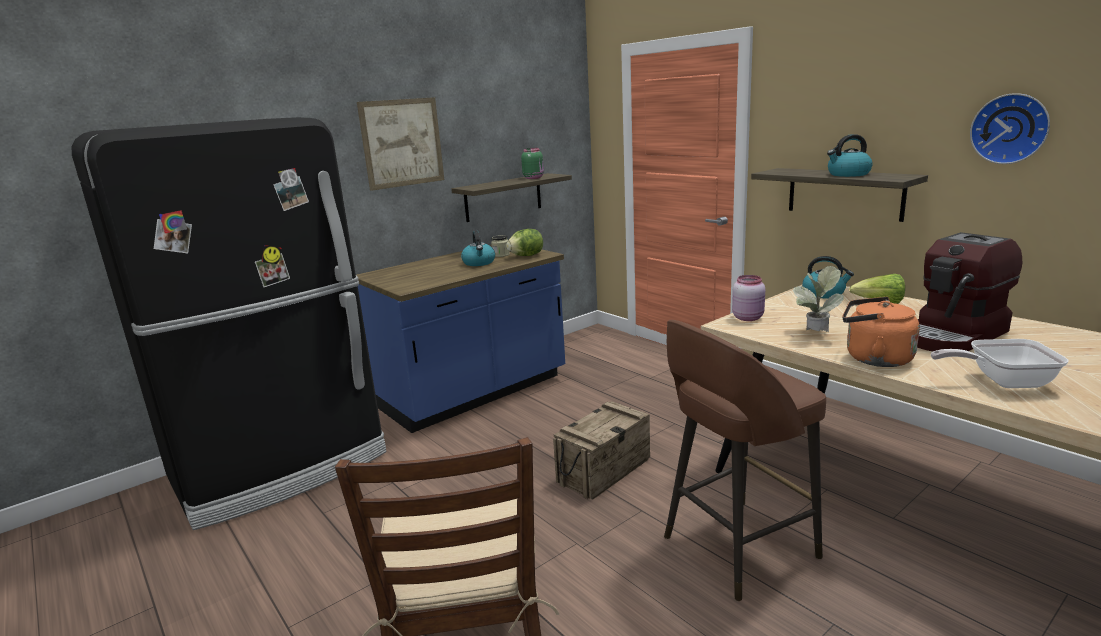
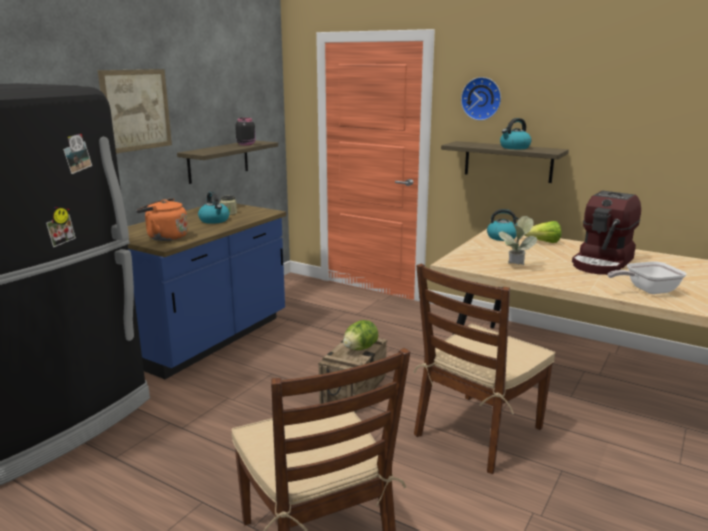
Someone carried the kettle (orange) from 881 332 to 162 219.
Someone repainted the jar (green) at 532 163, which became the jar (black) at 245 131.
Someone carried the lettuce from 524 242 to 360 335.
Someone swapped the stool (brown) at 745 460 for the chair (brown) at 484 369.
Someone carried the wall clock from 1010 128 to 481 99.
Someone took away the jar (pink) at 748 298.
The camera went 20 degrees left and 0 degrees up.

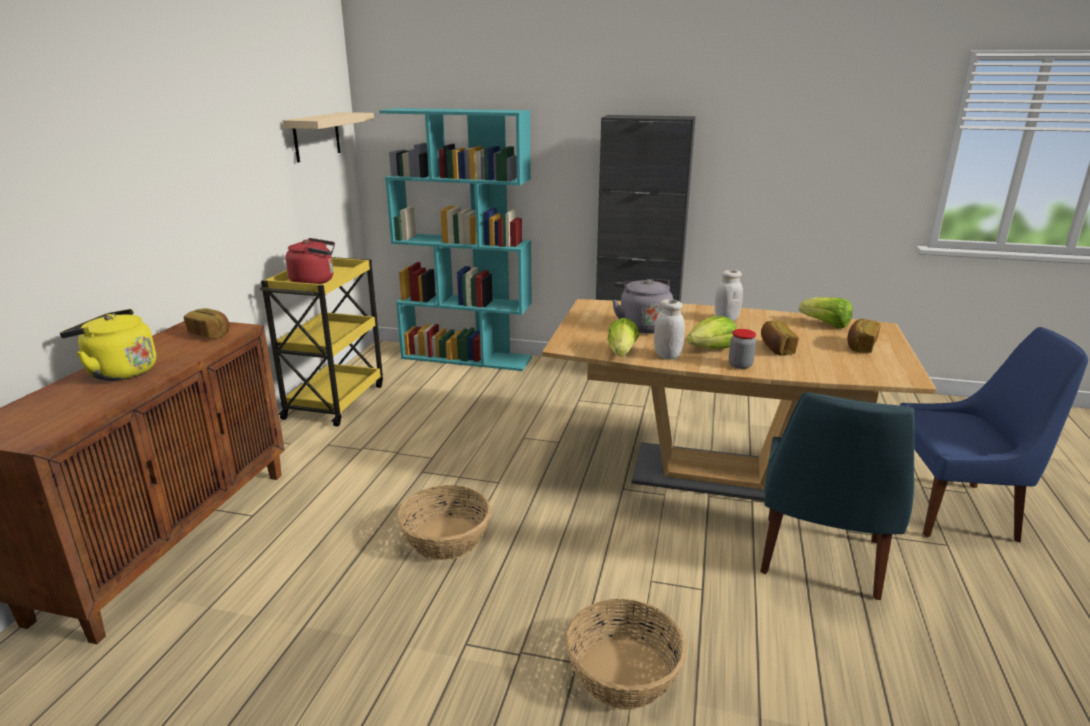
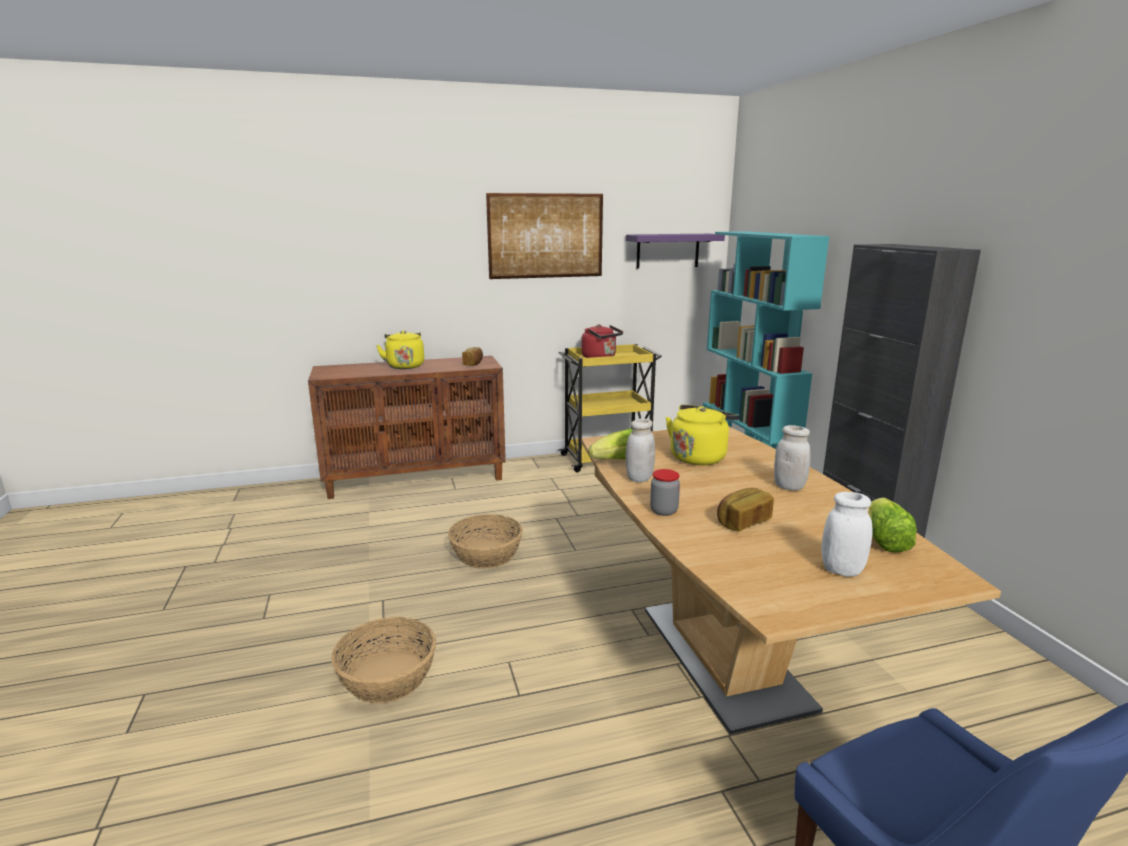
Someone put up the picture at 544 236.
Someone repainted the shelf (beige) at 328 137, which became the shelf (purple) at 675 251.
Someone repainted the kettle (grey) at 642 306, which became the kettle (yellow) at 702 435.
Someone swapped the bread at 864 336 for the jar (white) at 846 534.
Someone took away the lettuce at 712 332.
Someone took away the chair (blue) at 837 496.
The camera went 60 degrees right and 5 degrees down.

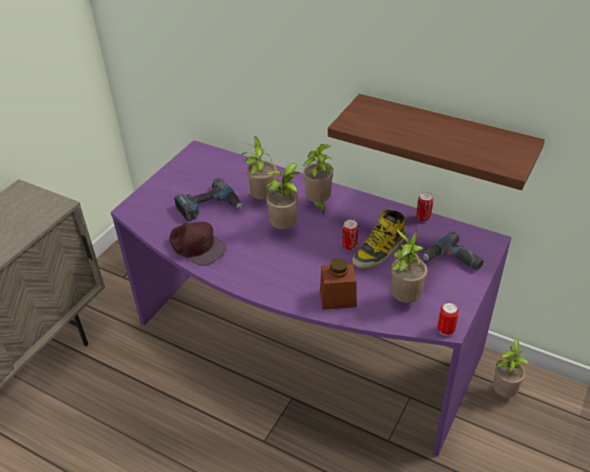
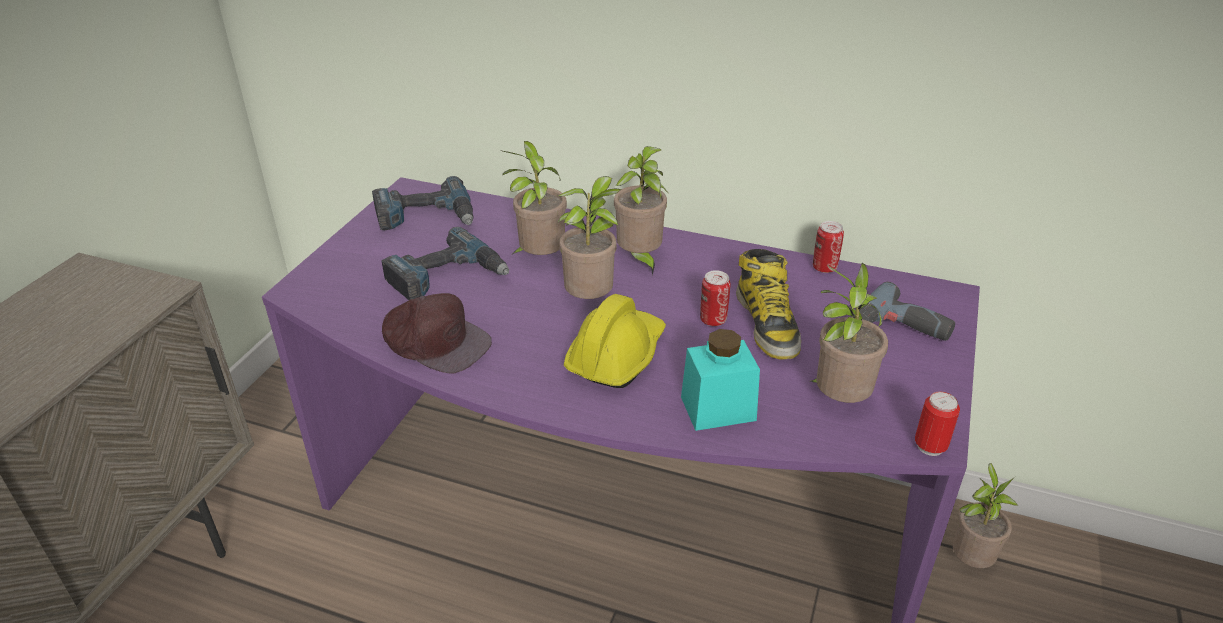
Someone put down the power drill at 423 203.
Someone put down the hard hat (yellow) at 615 341.
Someone repainted the jar (brown) at 338 284, which became the jar (turquoise) at 720 380.
Someone rotated the boot at 378 239 by 45 degrees counterclockwise.
Someone took away the shelf at 436 142.
The camera went 10 degrees left and 5 degrees down.

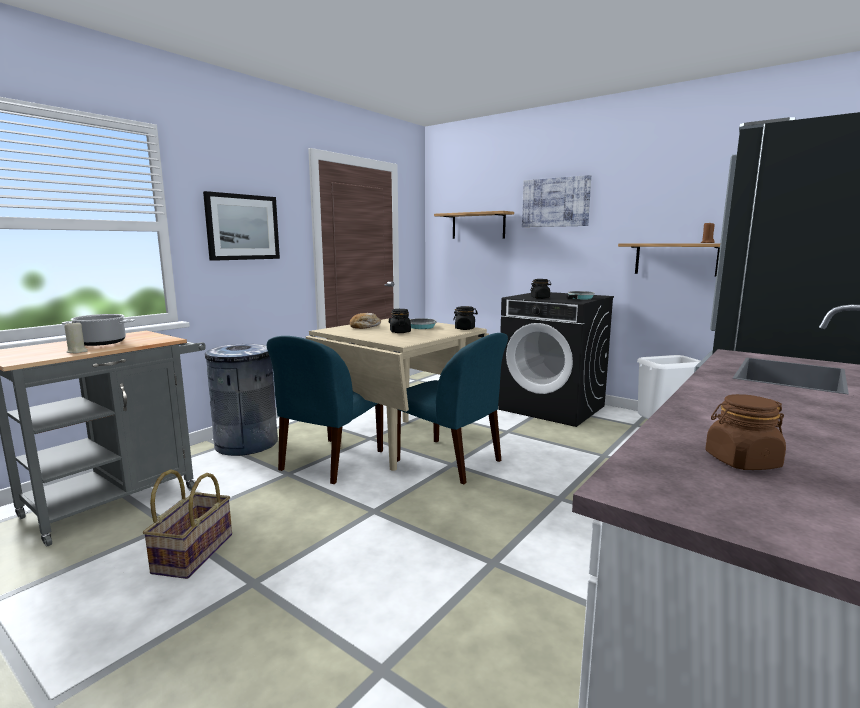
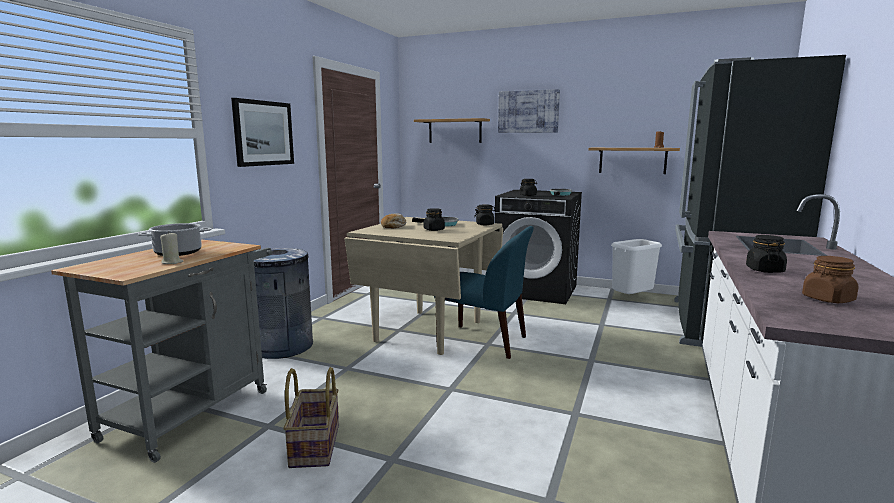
Someone put down the jar (black) at 766 254.
Someone took away the chair (blue) at 325 410.
The camera went 15 degrees left and 0 degrees up.

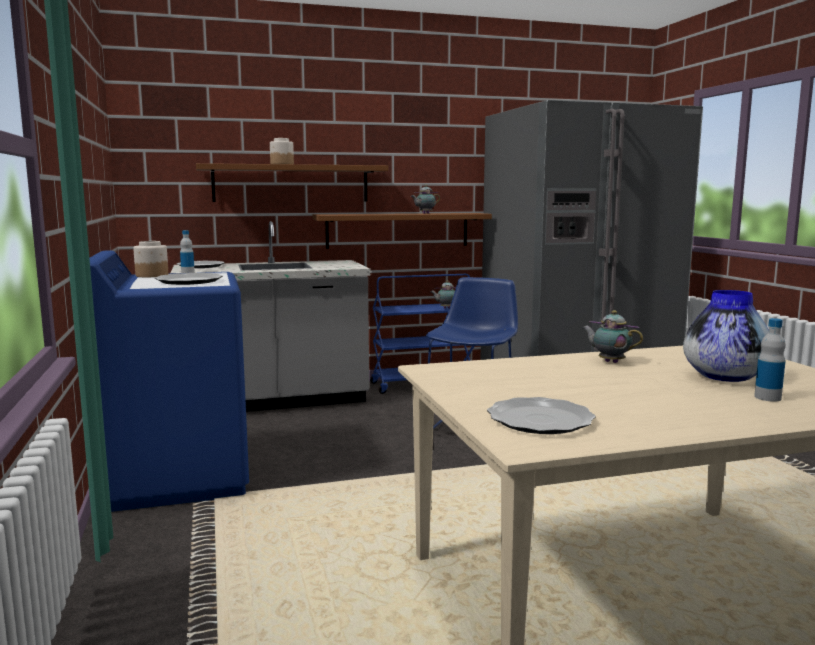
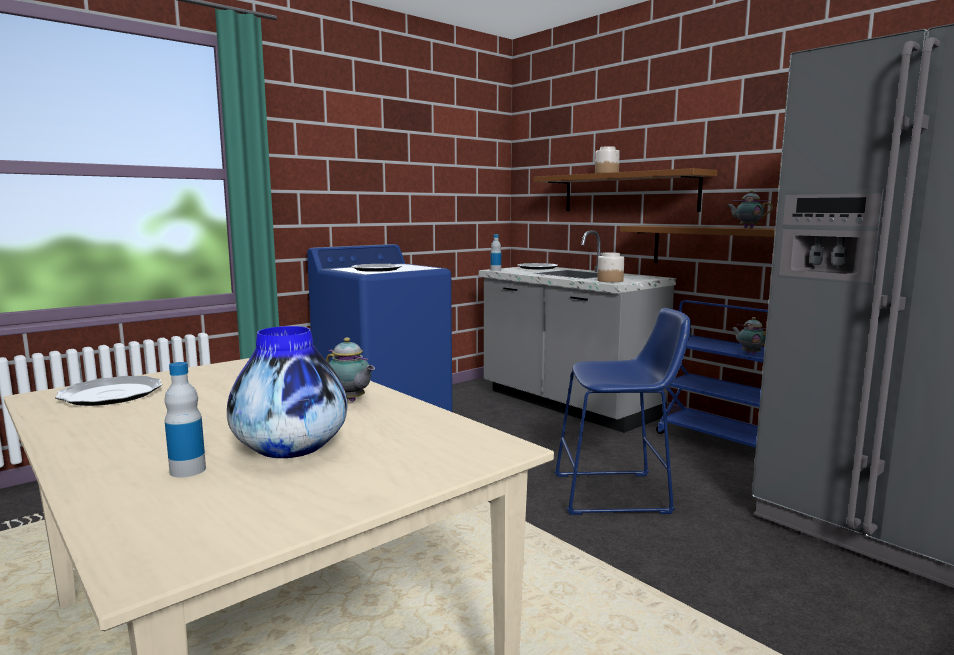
Someone rotated the teapot at 612 336 by 120 degrees clockwise.
Someone carried the jar from 150 259 to 610 267.
The camera went 65 degrees right and 0 degrees up.

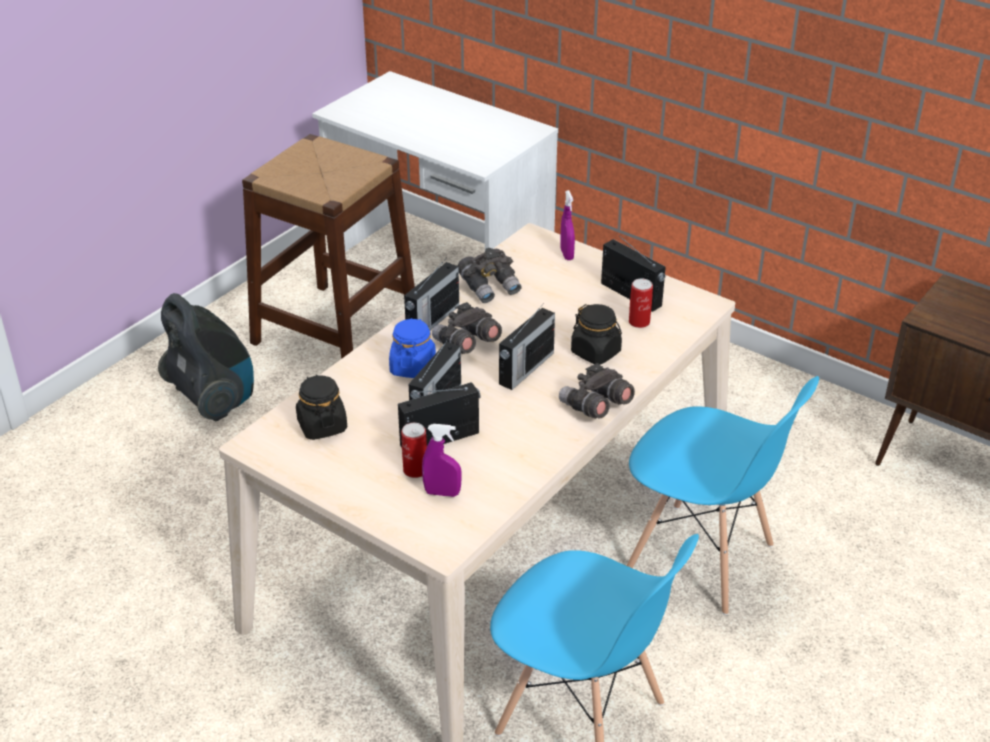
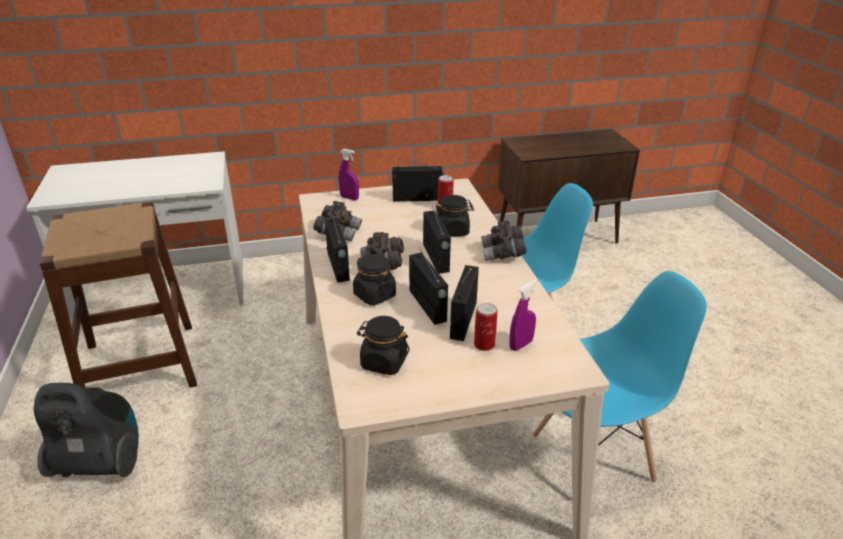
Someone repainted the jar (blue) at 412 348, which became the jar (black) at 374 279.
The camera went 50 degrees left and 5 degrees down.

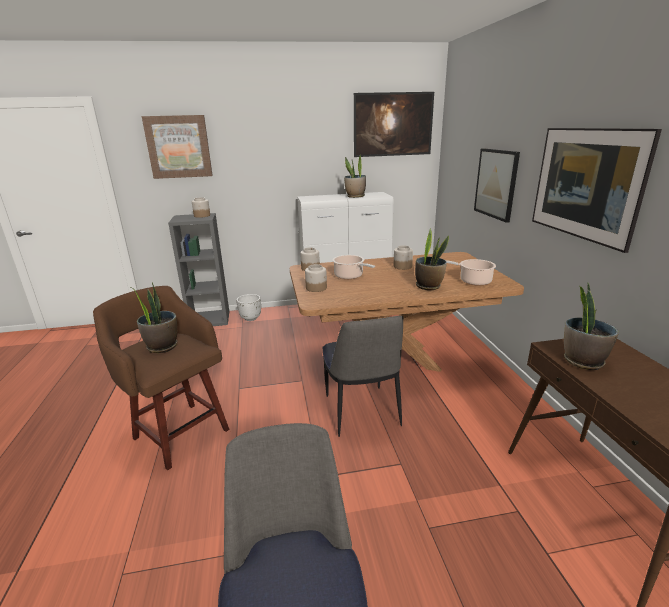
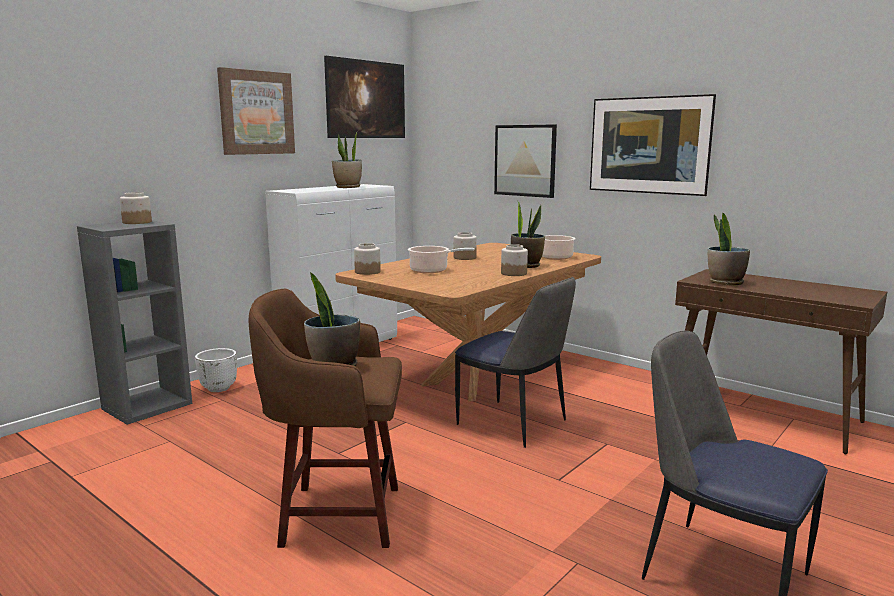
Someone carried the picture from 177 147 to 256 111.
Someone carried the jar from 316 278 to 514 260.
The camera went 40 degrees left and 10 degrees down.

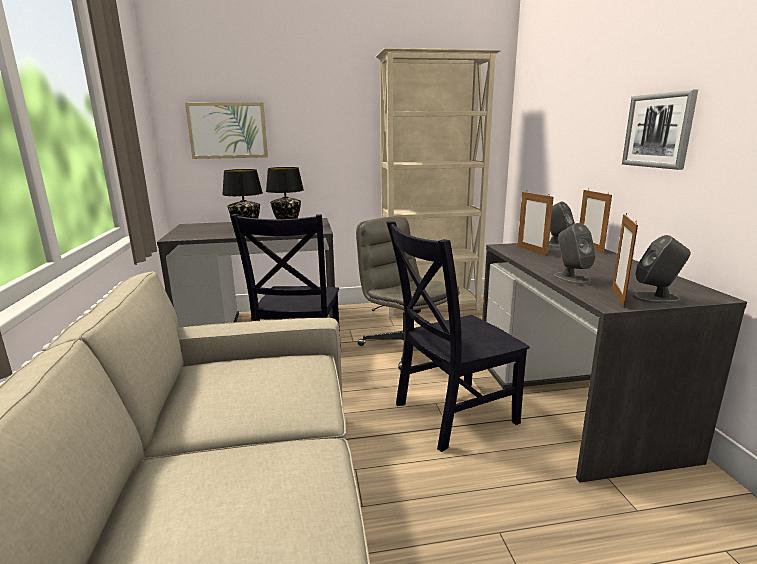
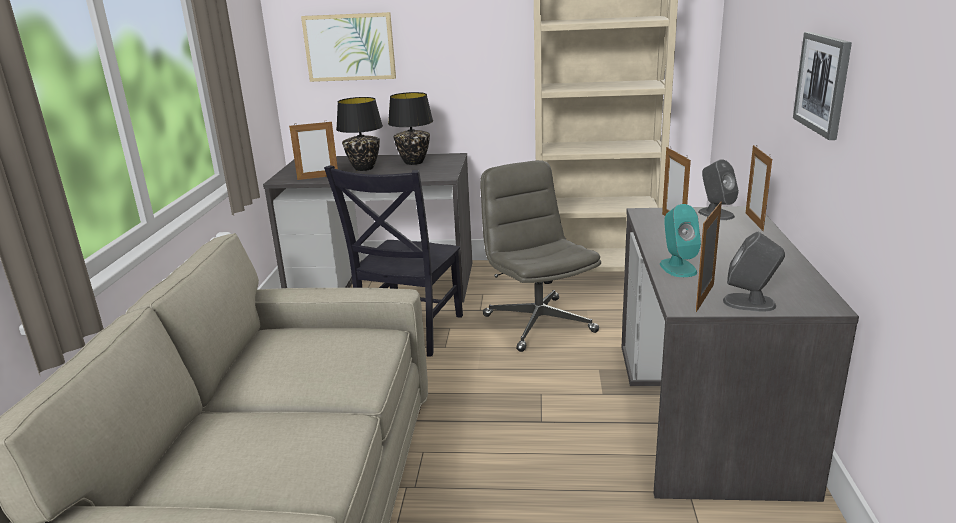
Someone put down the picture frame at 313 150.
Someone repainted the speaker (grey) at 574 254, which became the speaker (turquoise) at 680 240.
Someone took away the chair (black) at 457 336.
The camera went 15 degrees right and 5 degrees up.

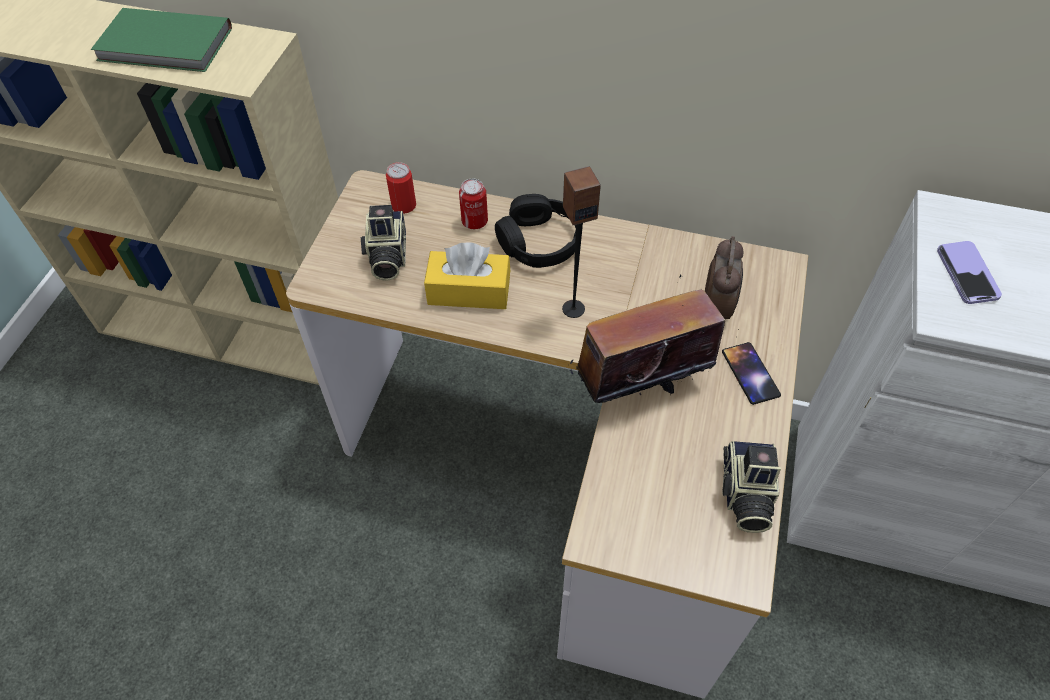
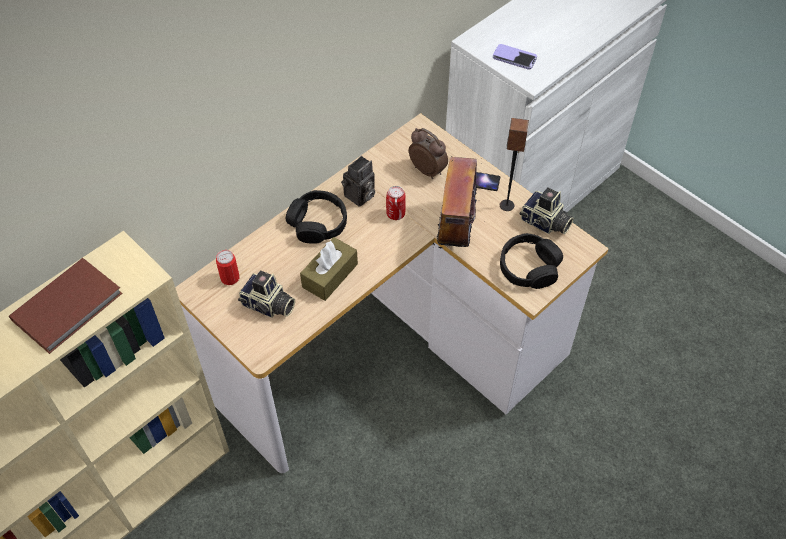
Someone repainted the book (green) at 161 40, which became the book (brown) at 66 306.
Someone repainted the tissue box (yellow) at 467 275, which became the tissue box (brown) at 329 269.
Someone put down the photo camera at 358 181.
Someone carried the can from 473 204 to 396 203.
Someone carried the speaker from 581 242 to 514 164.
Someone put down the headphones (black) at 531 261.
The camera went 60 degrees left and 0 degrees up.

